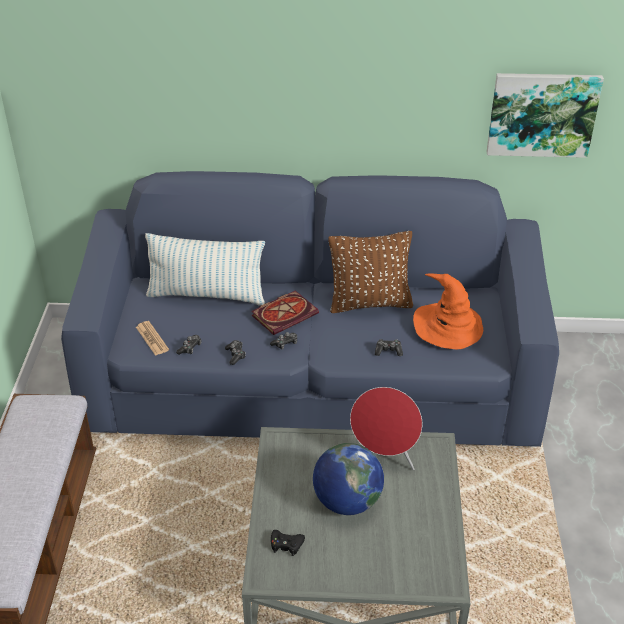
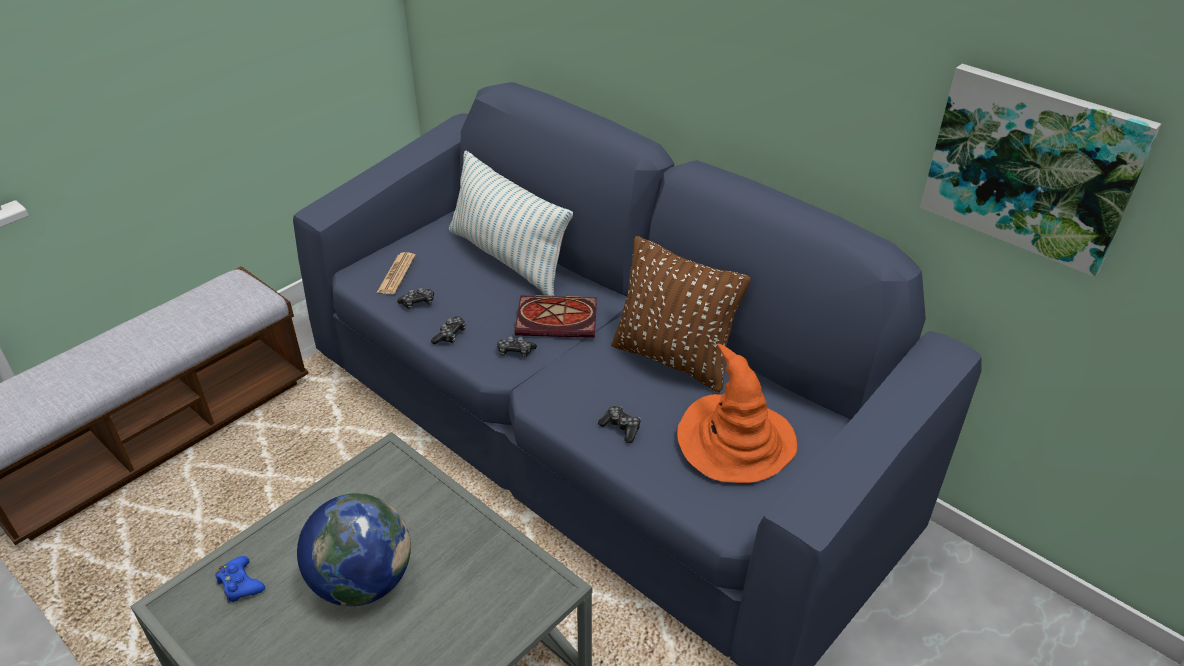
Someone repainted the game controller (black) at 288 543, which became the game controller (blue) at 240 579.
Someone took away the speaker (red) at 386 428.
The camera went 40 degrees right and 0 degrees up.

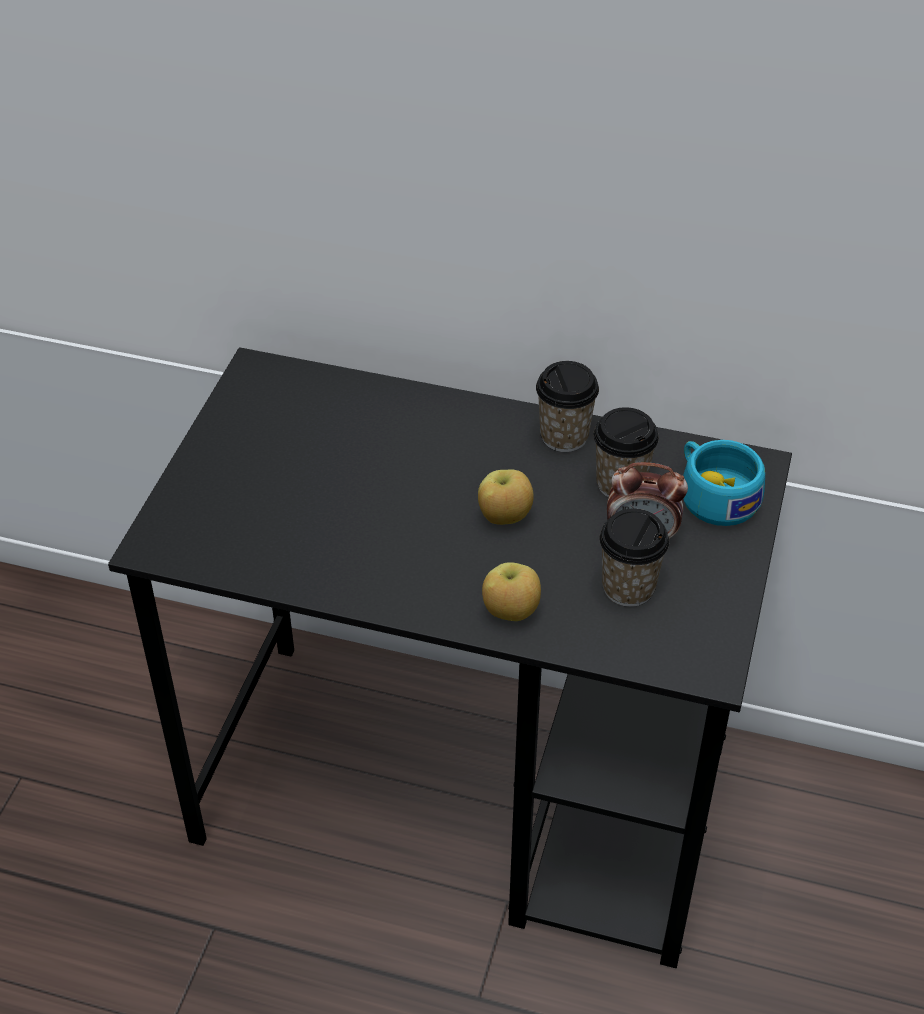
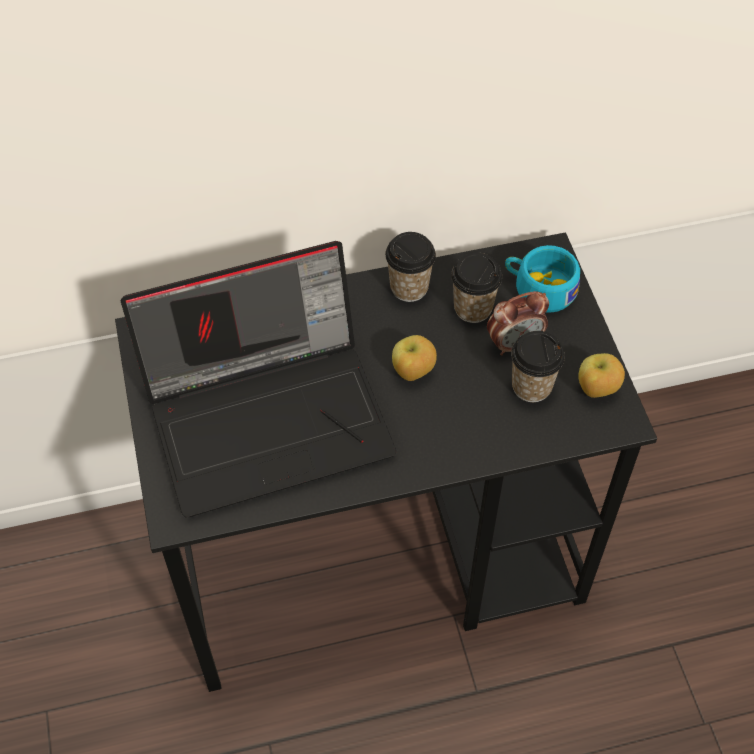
Someone put down the laptop at 258 379.
Someone carried the apple from 511 591 to 601 375.
The camera went 30 degrees left and 10 degrees up.

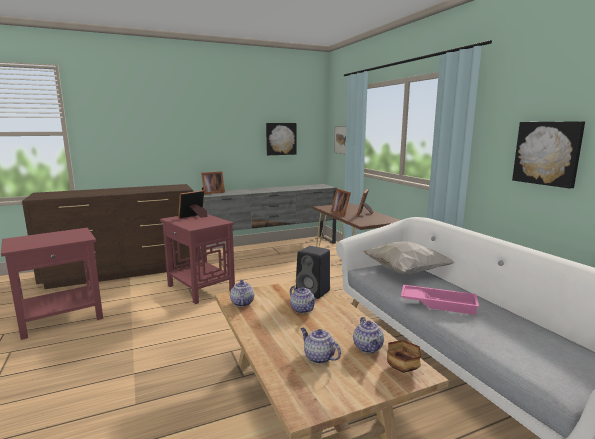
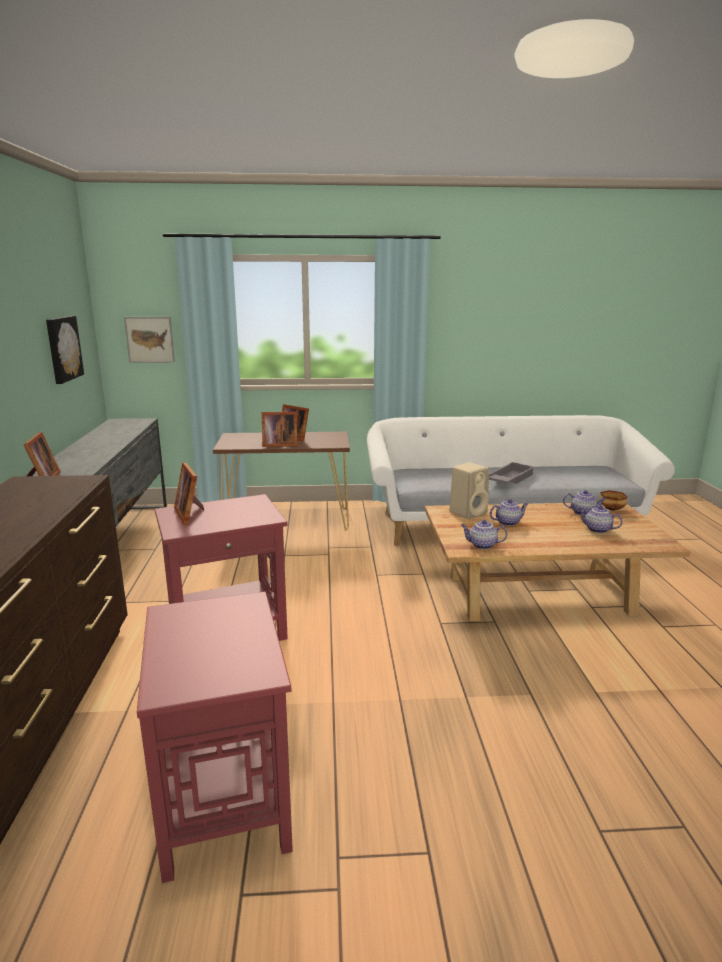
Someone repainted the speaker (black) at 313 272, which became the speaker (beige) at 469 490.
Someone repainted the tray (pink) at 440 300, which became the tray (grey) at 512 473.
Someone rotated the teapot at 321 346 by 60 degrees clockwise.
Someone took away the pillow (white) at 407 257.
Someone took away the picture at 548 155.
The camera went 70 degrees left and 5 degrees up.

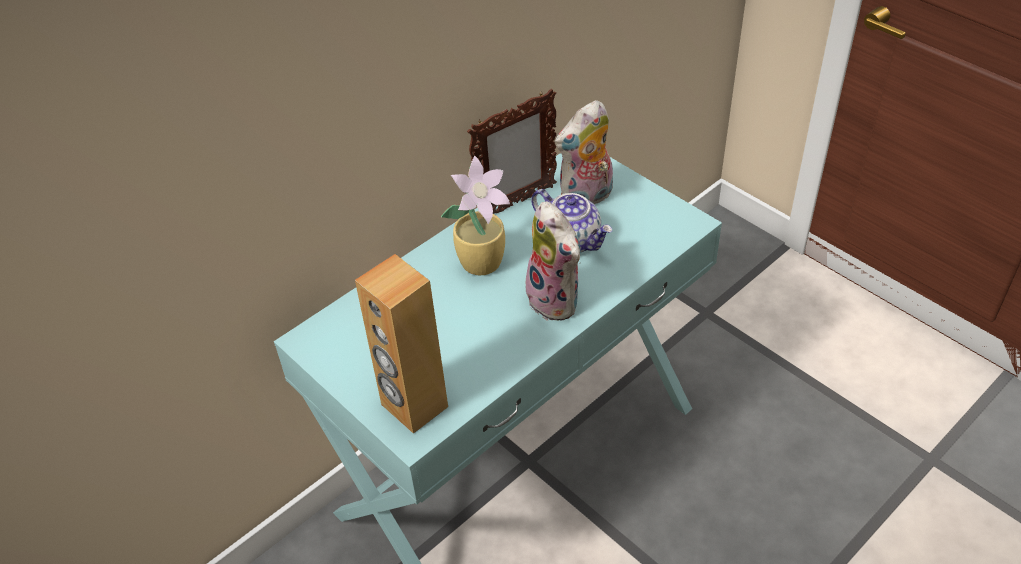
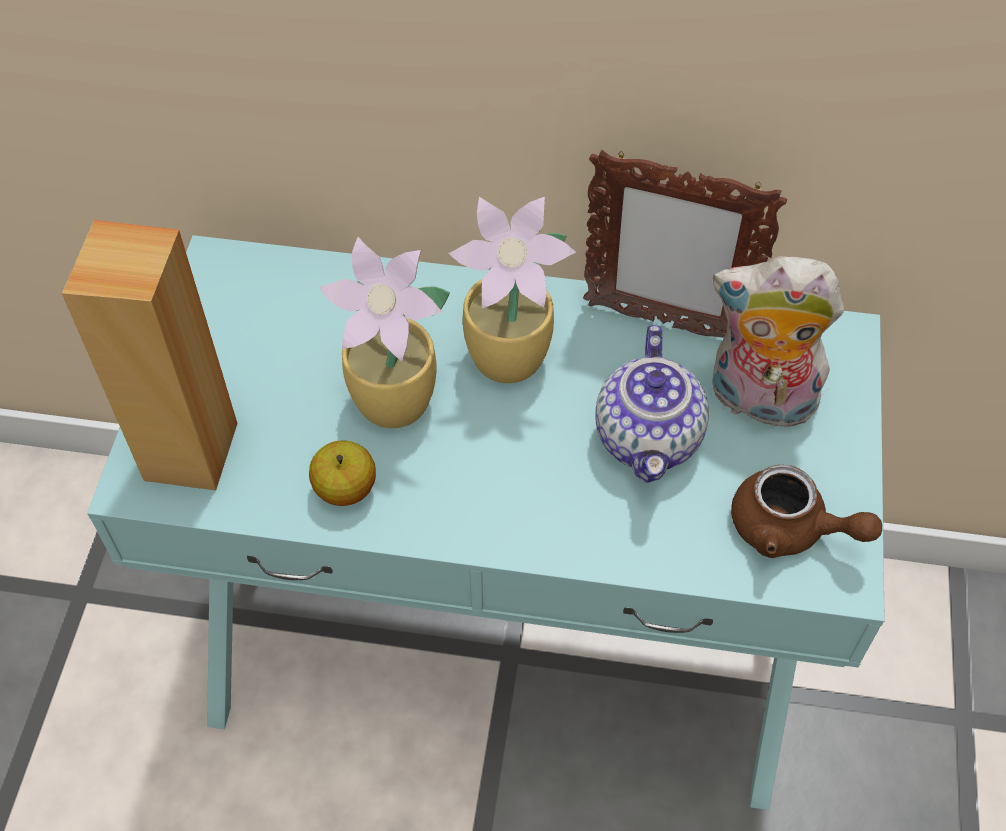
Someone put down the apple at 342 473.
Someone put down the potted plant at 384 332.
Someone put down the teapot (brown) at 806 511.
Someone took away the plush toy at 553 261.
The camera went 50 degrees right and 10 degrees up.

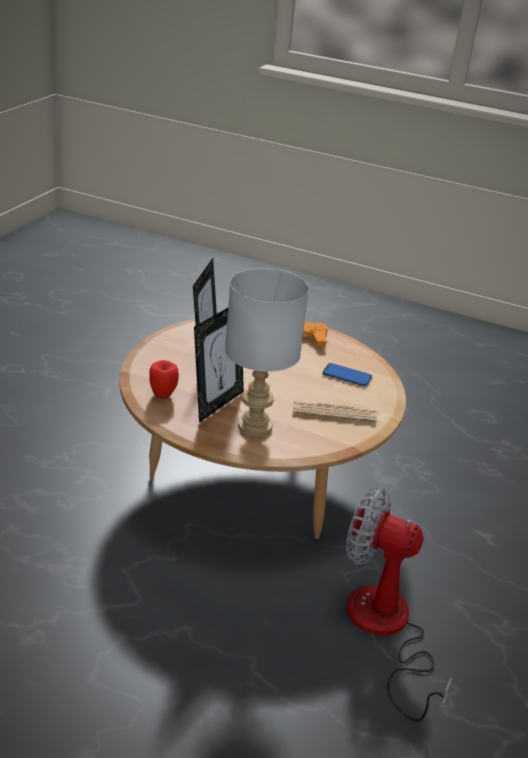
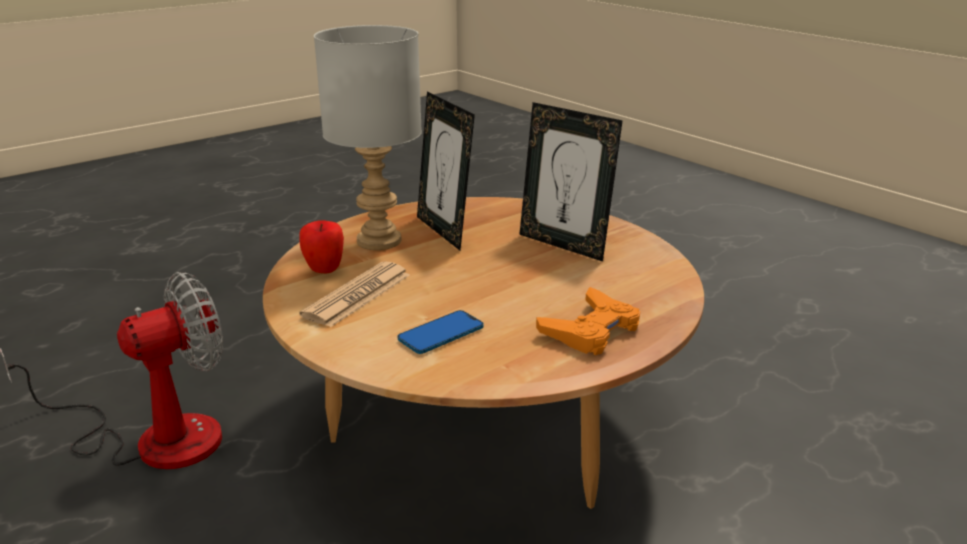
Someone carried the apple from 164 379 to 321 246.
The camera went 120 degrees right and 5 degrees down.

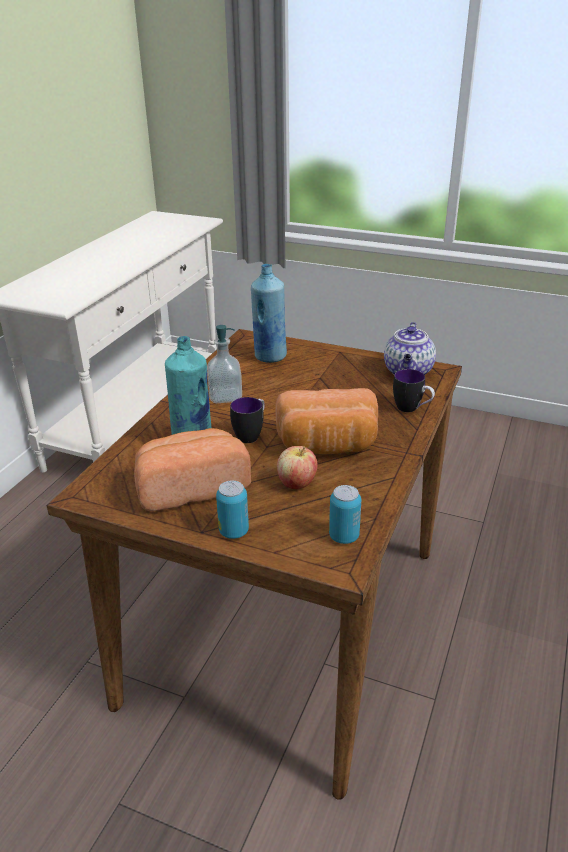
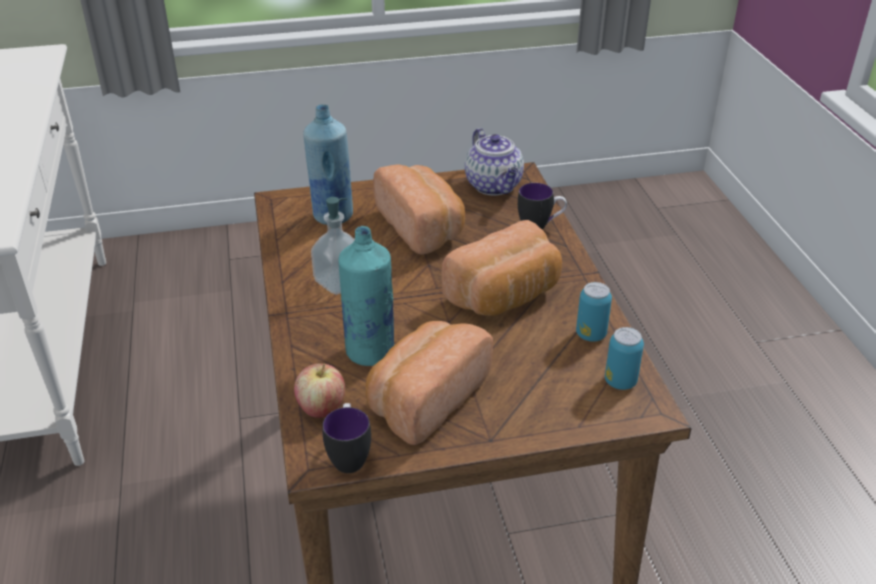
Someone carried the apple from 297 467 to 319 390.
Someone carried the mug from 247 420 to 346 438.
Someone put down the bread at 419 209.
Someone carried the can from 232 509 to 594 312.
The camera went 35 degrees left and 5 degrees up.

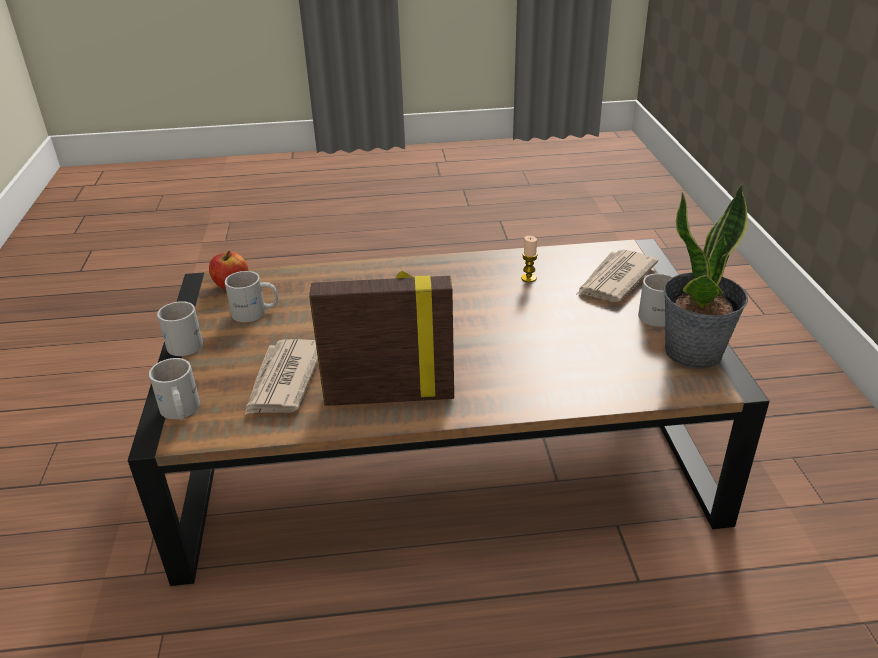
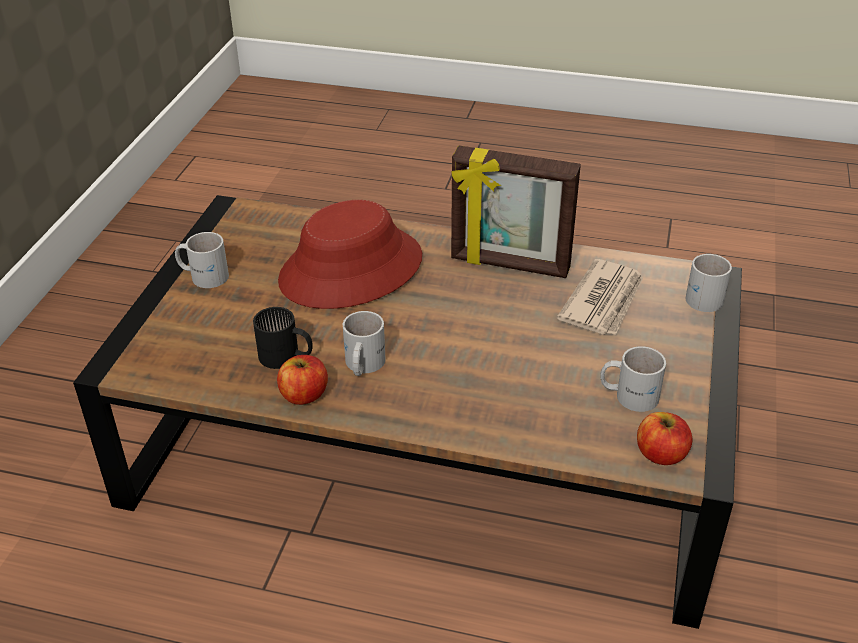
Someone swapped the candle at 529 259 for the mug (black) at 283 338.
Someone put down the apple at 302 380.
Someone put down the hat (red) at 350 254.
Someone carried the mug (white) from 180 328 to 364 343.
Someone took away the newspaper at 617 275.
Someone took away the potted plant at 706 276.
The camera went 160 degrees left and 5 degrees up.

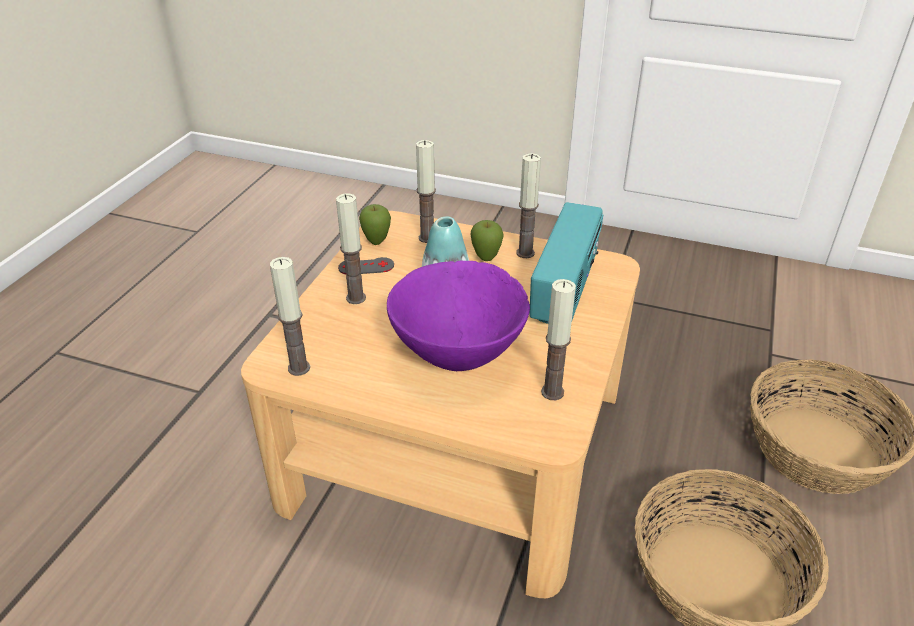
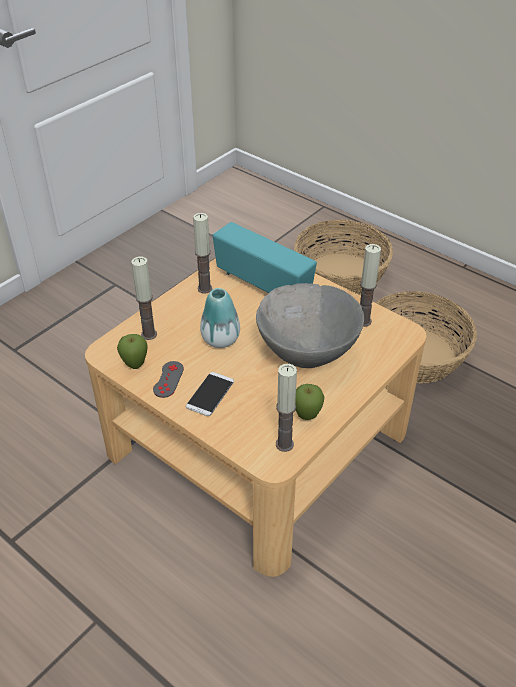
Someone swapped the candle at 351 248 for the phone at 210 394.
Someone repainted the bowl (purple) at 458 316, which became the bowl (grey) at 310 325.
Someone carried the apple from 487 240 to 309 402.
The camera went 70 degrees left and 5 degrees up.

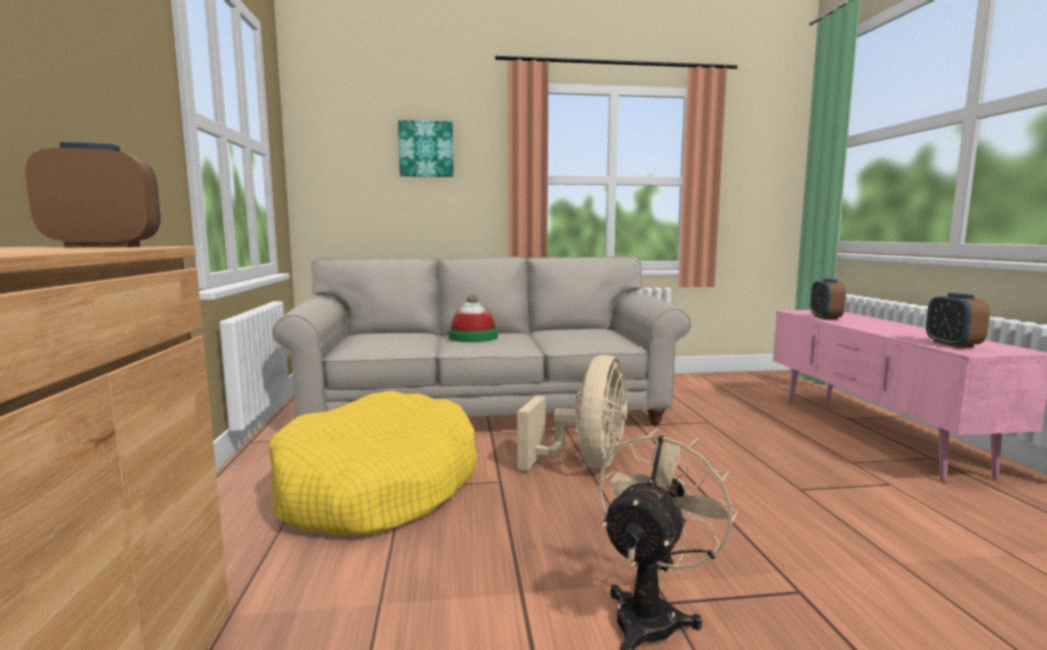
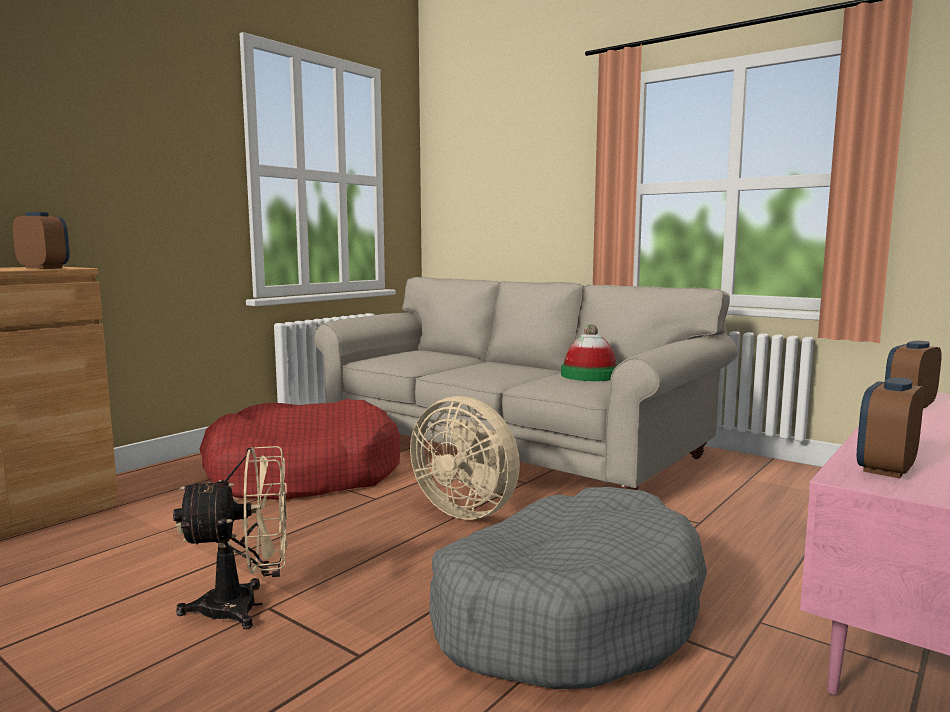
Someone repainted the dog bed (yellow) at 373 463, which became the dog bed (red) at 299 449.
Someone rotated the fan (beige) at 572 412 by 60 degrees clockwise.
Someone put down the dog bed (grey) at 568 588.
Someone carried the hat from 473 318 to 589 352.
Someone took away the picture at 426 148.
The camera went 45 degrees right and 0 degrees up.

